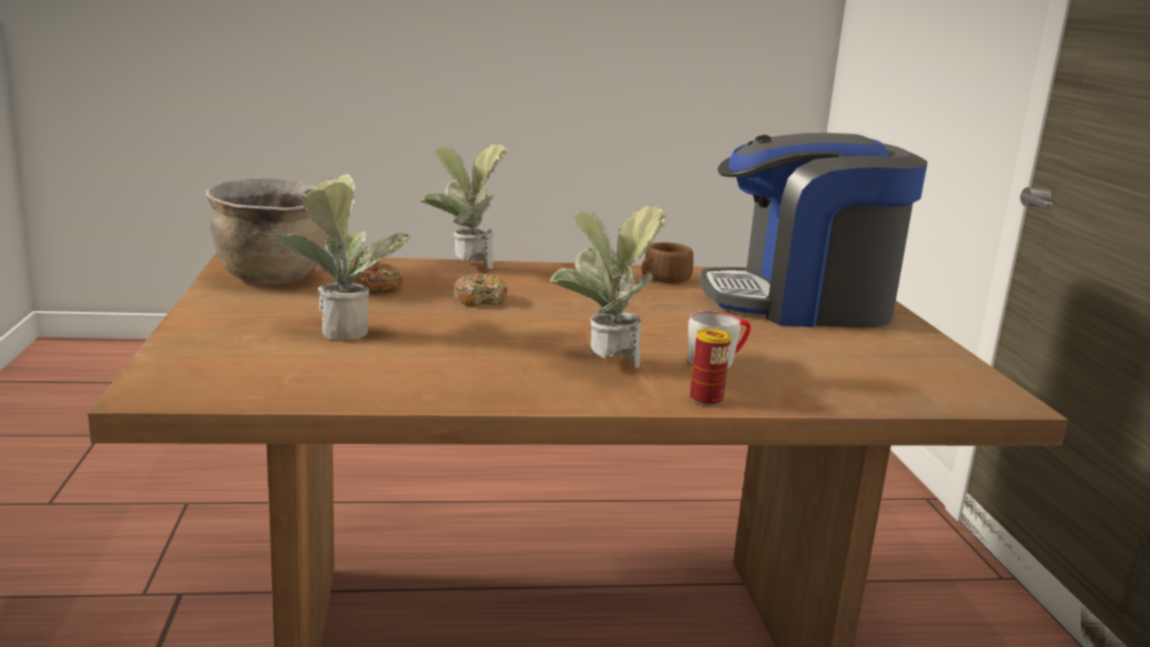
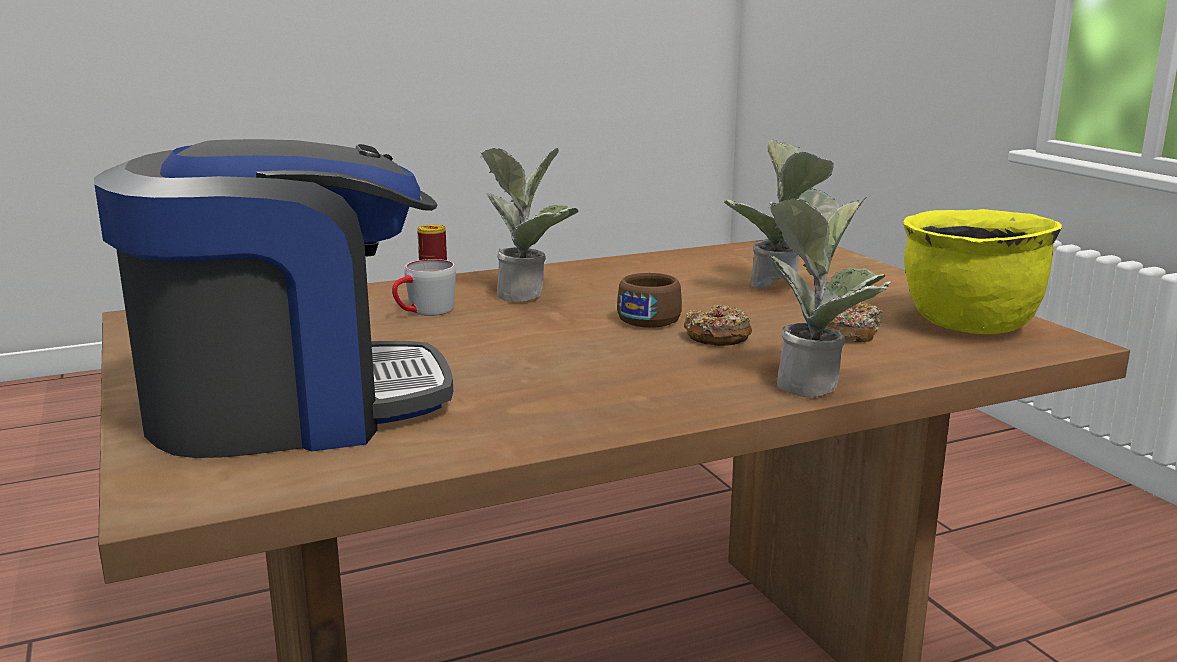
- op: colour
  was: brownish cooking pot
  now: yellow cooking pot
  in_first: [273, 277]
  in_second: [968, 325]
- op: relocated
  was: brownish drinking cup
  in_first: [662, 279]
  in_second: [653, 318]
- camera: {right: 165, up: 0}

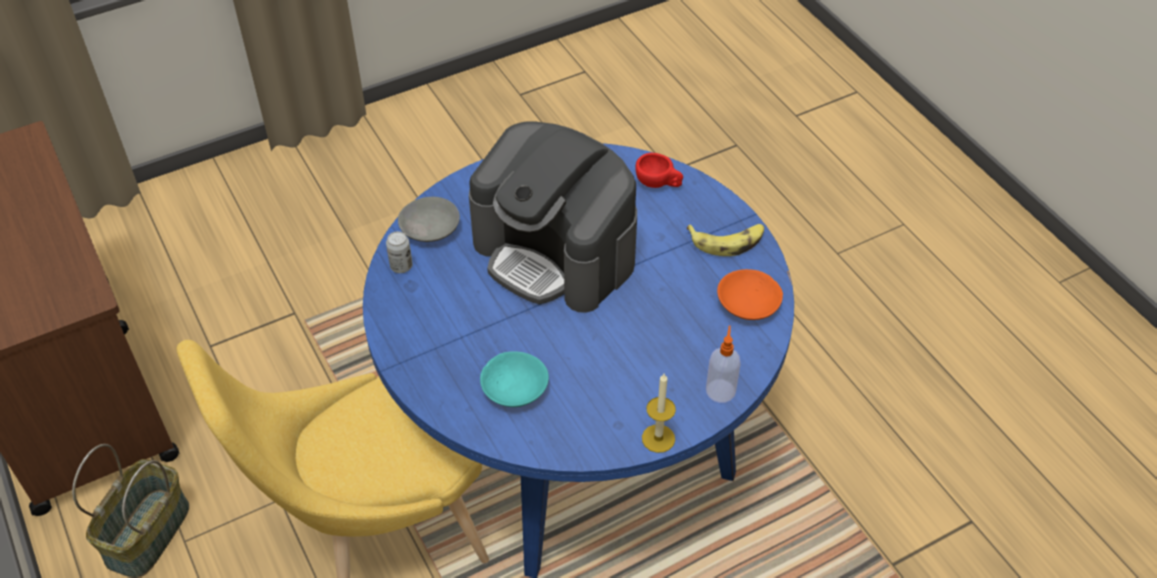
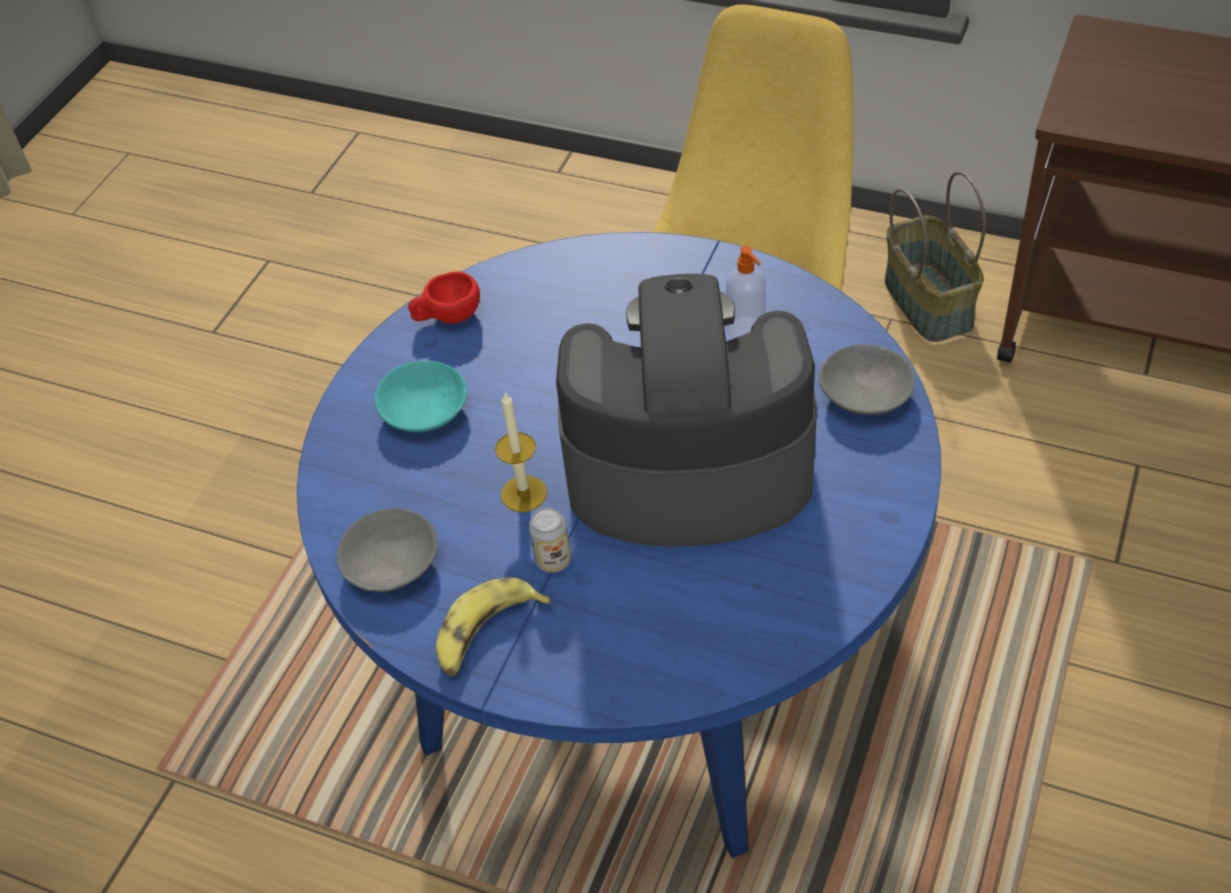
- op: relocated
  was: red-coloured drinking cup
  in_first: [658, 183]
  in_second: [447, 317]
- op: relocated
  was: metal can
  in_first: [401, 266]
  in_second: [553, 560]
- op: colour
  was: orangey bowl
  now: grey bowl
  in_first: [749, 304]
  in_second: [390, 564]
- op: relocated
  was: soap dispenser
  in_first: [720, 390]
  in_second: [747, 332]
- op: relocated
  was: turquoise bowl
  in_first: [514, 387]
  in_second: [425, 410]
- op: relocated
  was: candle
  in_first: [658, 438]
  in_second: [524, 493]
- camera: {right: 145, up: 0}

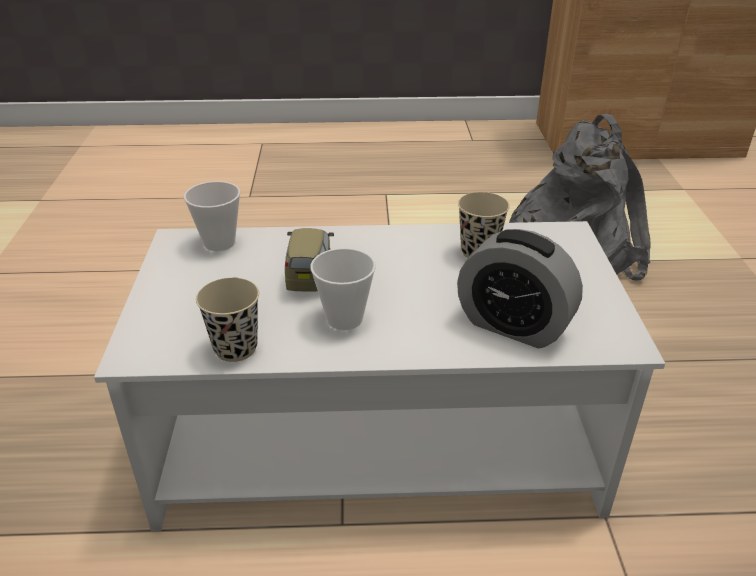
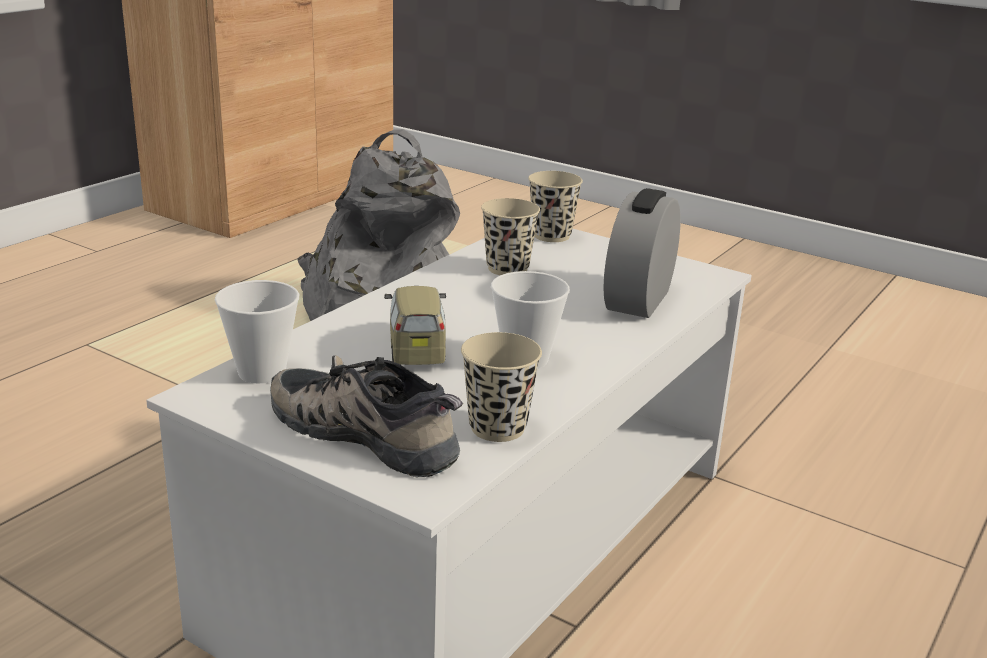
- op: spun
  was: model car
  in_first: [309, 273]
  in_second: [416, 348]
  clockwise: 45
- op: spun
  was: bedside clock
  in_first: [513, 325]
  in_second: [638, 300]
  clockwise: 135
- op: appeared
  now: beige drinking cup
  in_second: [551, 235]
- op: appeared
  now: item of footwear
  in_second: [368, 432]
- camera: {right: -55, up: -10}

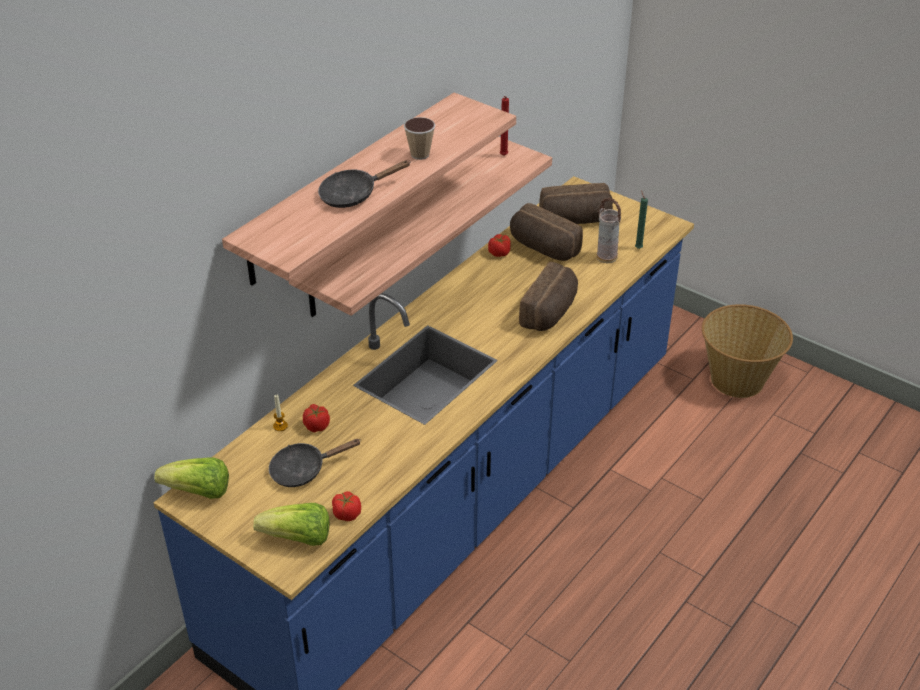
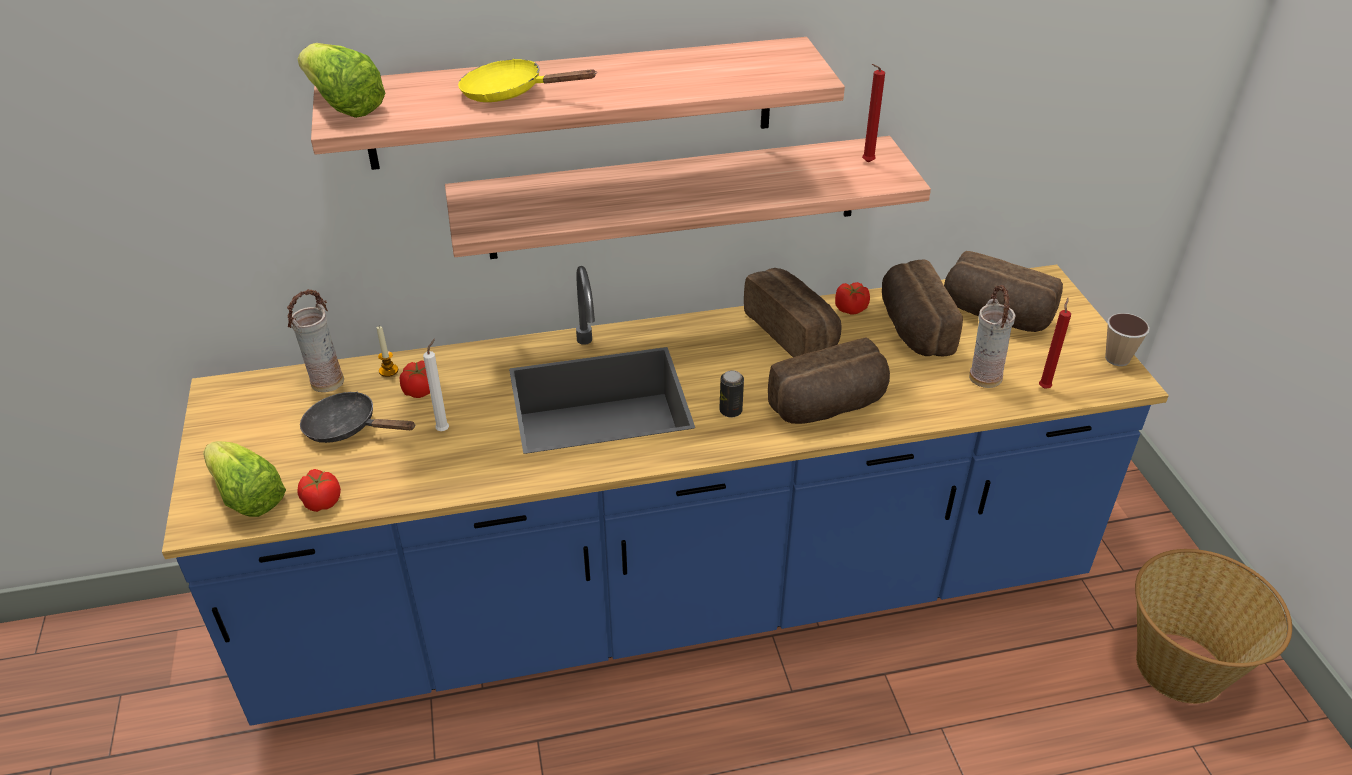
- op: relocated
  was: drinking cup
  in_first: [420, 154]
  in_second: [1117, 359]
- op: colour
  was: blackish skillet
  now: yellow skillet
  in_first: [353, 194]
  in_second: [511, 93]
- op: colour
  was: green candle
  now: red-coloured candle
  in_first: [638, 248]
  in_second: [1044, 387]
- op: relocated
  was: head of lettuce
  in_first: [198, 492]
  in_second: [343, 105]
- op: appeared
  now: bakery bread
  in_second: [794, 332]
- op: appeared
  now: decorative vase
  in_second: [326, 382]
- op: appeared
  now: white-coloured candle
  in_second: [444, 429]
- op: appeared
  now: metal can
  in_second: [730, 411]
- camera: {right: 40, up: 0}

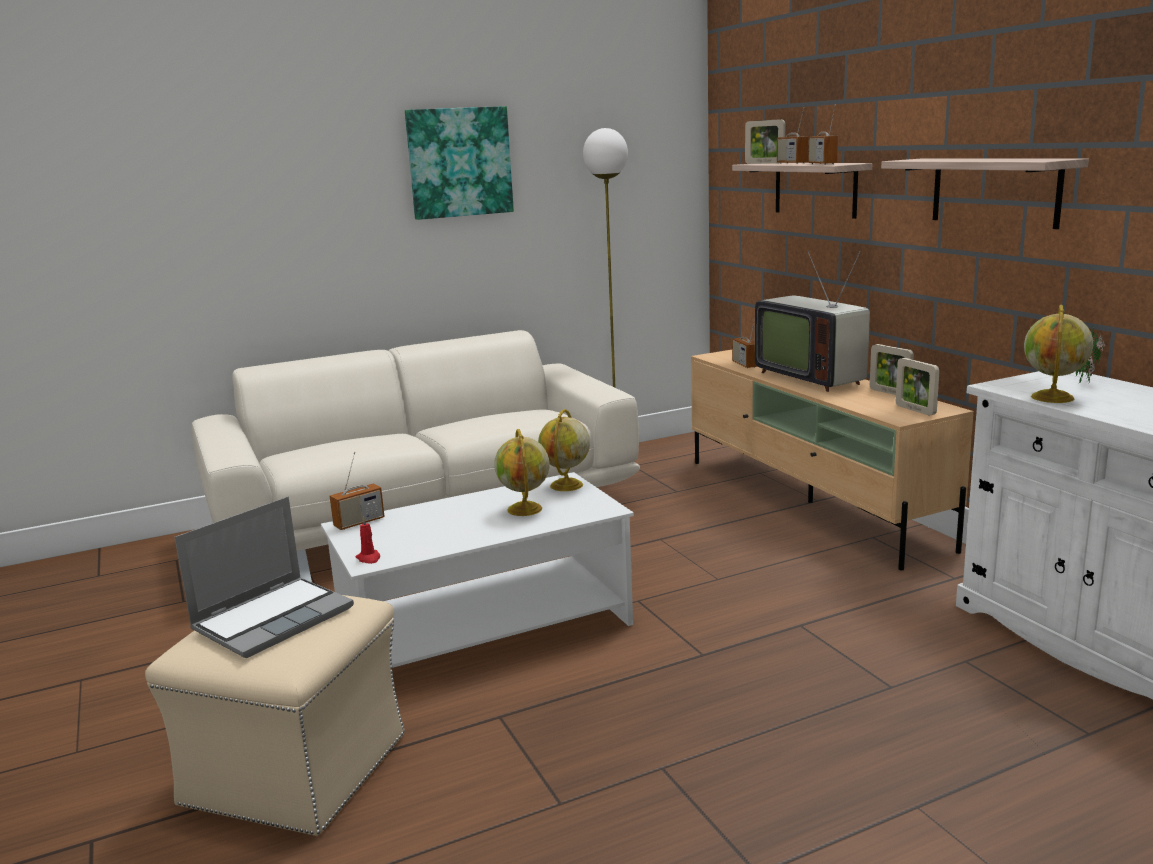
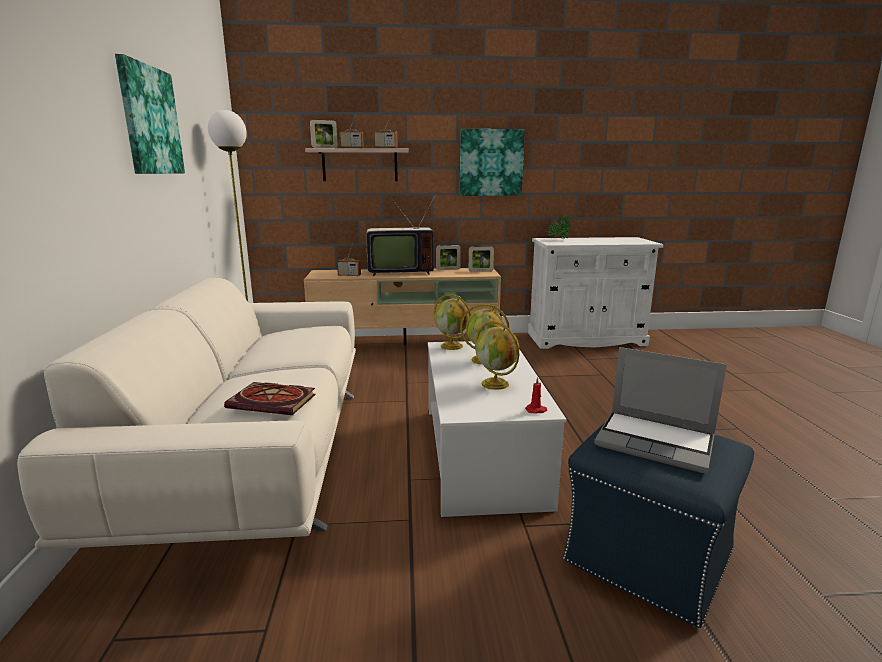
- op: exchanged
  was: shelf
  now: picture
  in_first: [994, 191]
  in_second: [491, 162]
- op: relocated
  was: desk globe
  in_first: [1053, 398]
  in_second: [496, 384]
- op: missing
  was: radio receiver
  in_first: [359, 522]
- op: spun
  was: laptop
  in_first: [274, 618]
  in_second: [656, 442]
  clockwise: 150
- op: colour
  was: beige pouffe
  now: blue-coloured pouffe
  in_first: [297, 768]
  in_second: [646, 555]
- op: appeared
  now: book
  in_second: [274, 401]
- camera: {right: -70, up: 0}

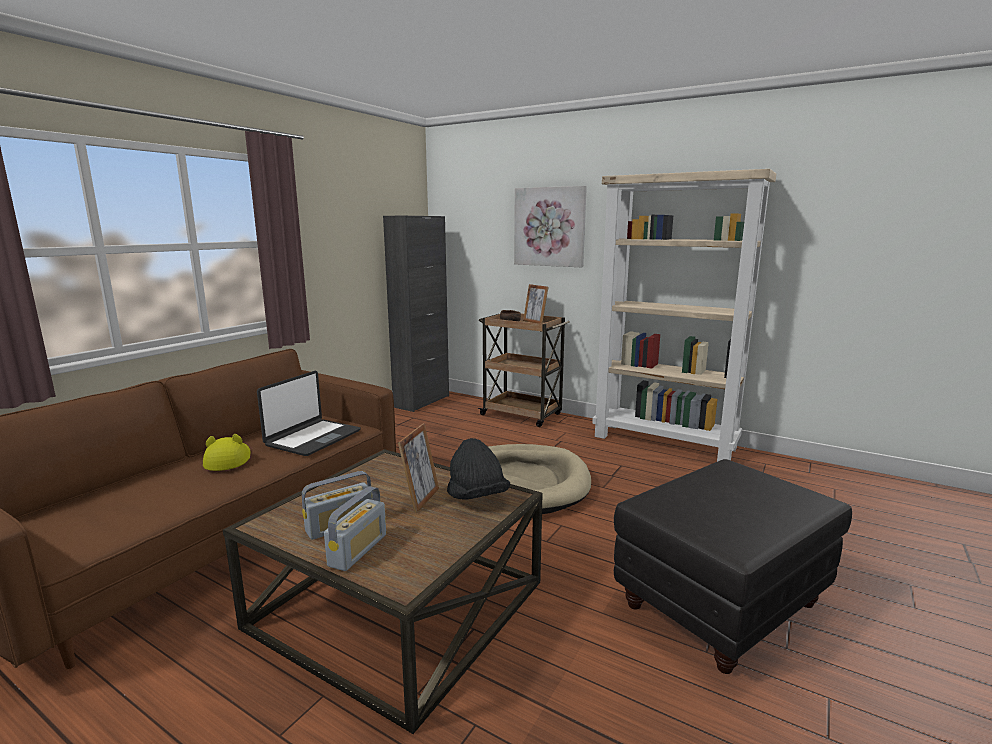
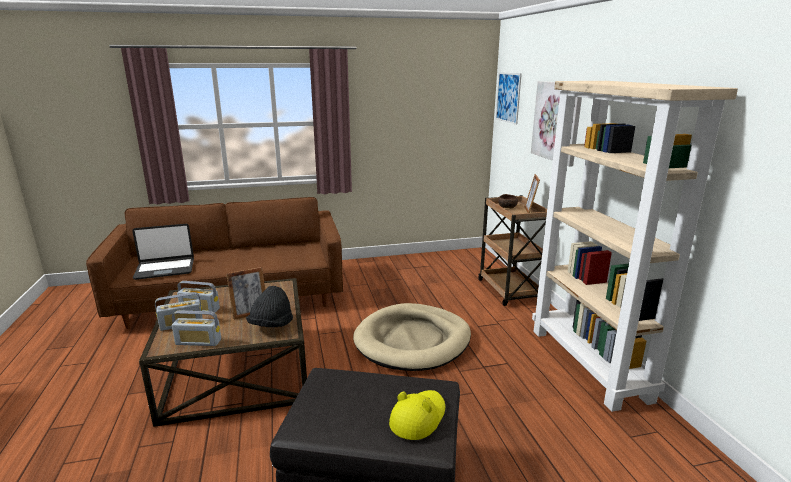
- op: missing
  was: blackish storage cabinet
  in_first: [422, 401]
- op: relocated
  was: laptop
  in_first: [312, 438]
  in_second: [165, 269]
- op: relocated
  was: yellow hat
  in_first: [228, 459]
  in_second: [418, 417]
- op: appeared
  now: picture
  in_second: [508, 97]
- op: appeared
  now: radio receiver
  in_second: [198, 342]
- camera: {right: 45, up: 5}

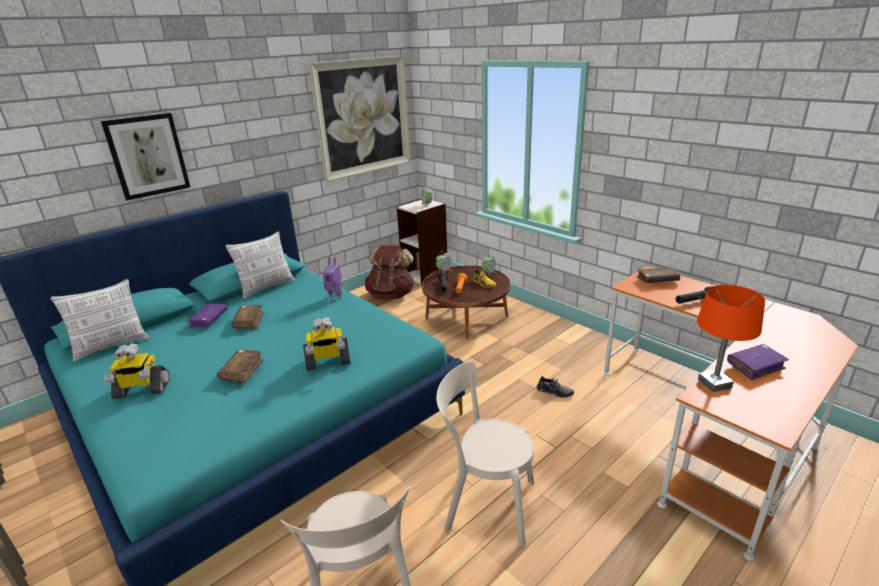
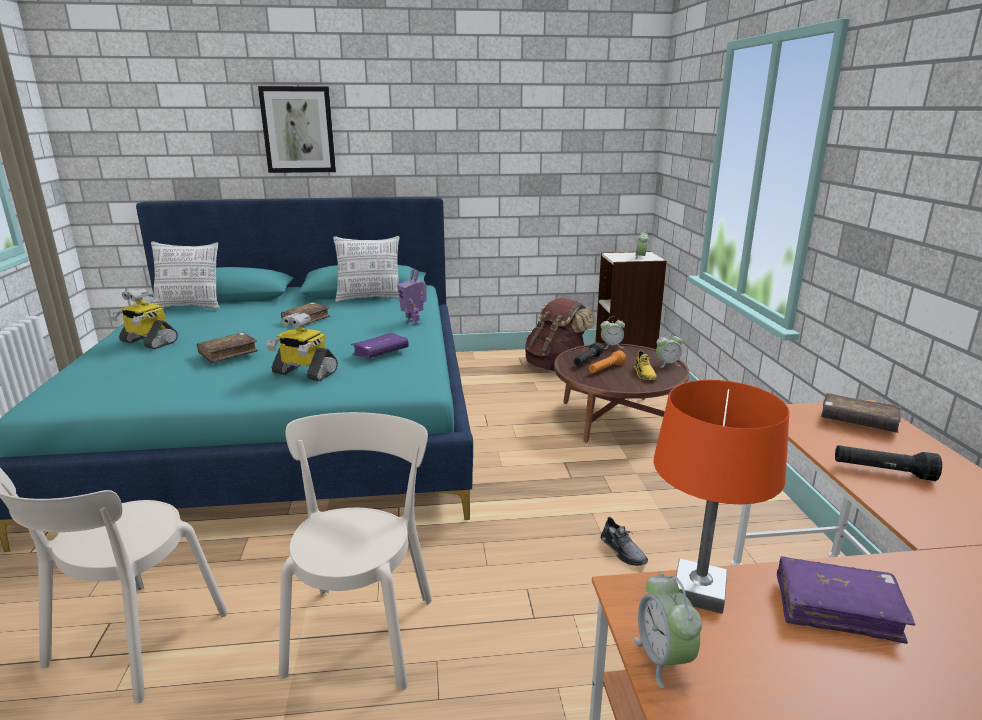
- op: missing
  was: picture
  in_first: [363, 117]
- op: relocated
  was: purple-coloured book
  in_first: [209, 320]
  in_second: [380, 353]
- op: spun
  was: beige chair
  in_first: [485, 504]
  in_second: [362, 629]
  clockwise: 45
- op: appeared
  now: bedside clock
  in_second: [663, 659]
- camera: {right: 35, up: -5}

